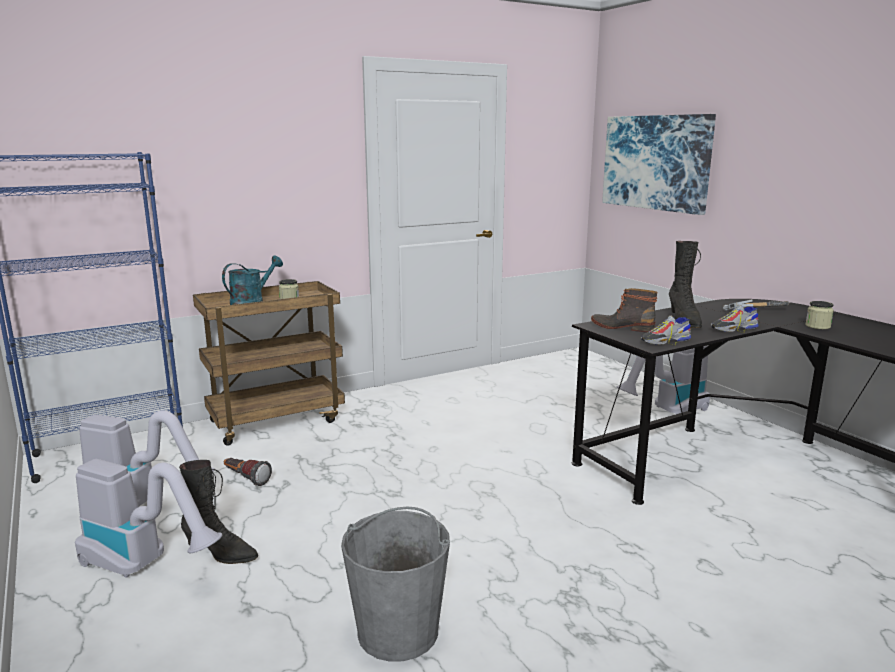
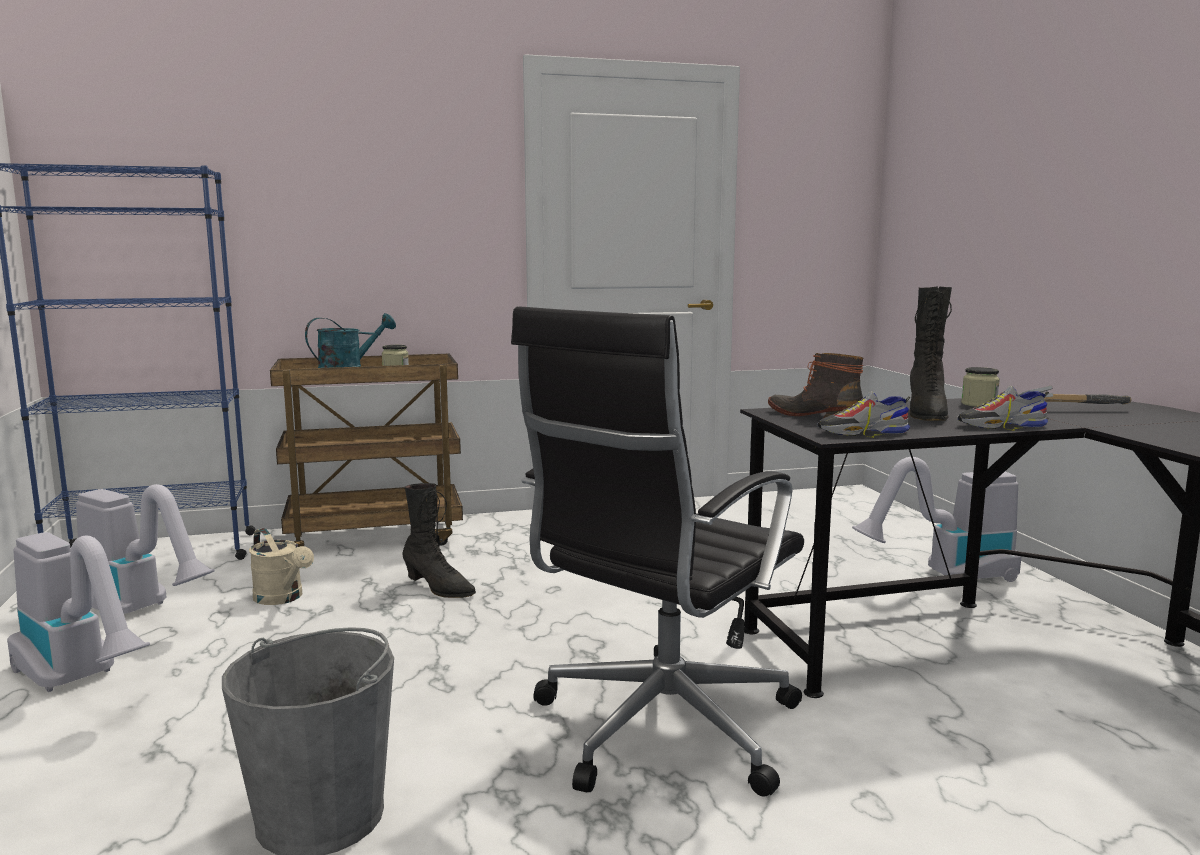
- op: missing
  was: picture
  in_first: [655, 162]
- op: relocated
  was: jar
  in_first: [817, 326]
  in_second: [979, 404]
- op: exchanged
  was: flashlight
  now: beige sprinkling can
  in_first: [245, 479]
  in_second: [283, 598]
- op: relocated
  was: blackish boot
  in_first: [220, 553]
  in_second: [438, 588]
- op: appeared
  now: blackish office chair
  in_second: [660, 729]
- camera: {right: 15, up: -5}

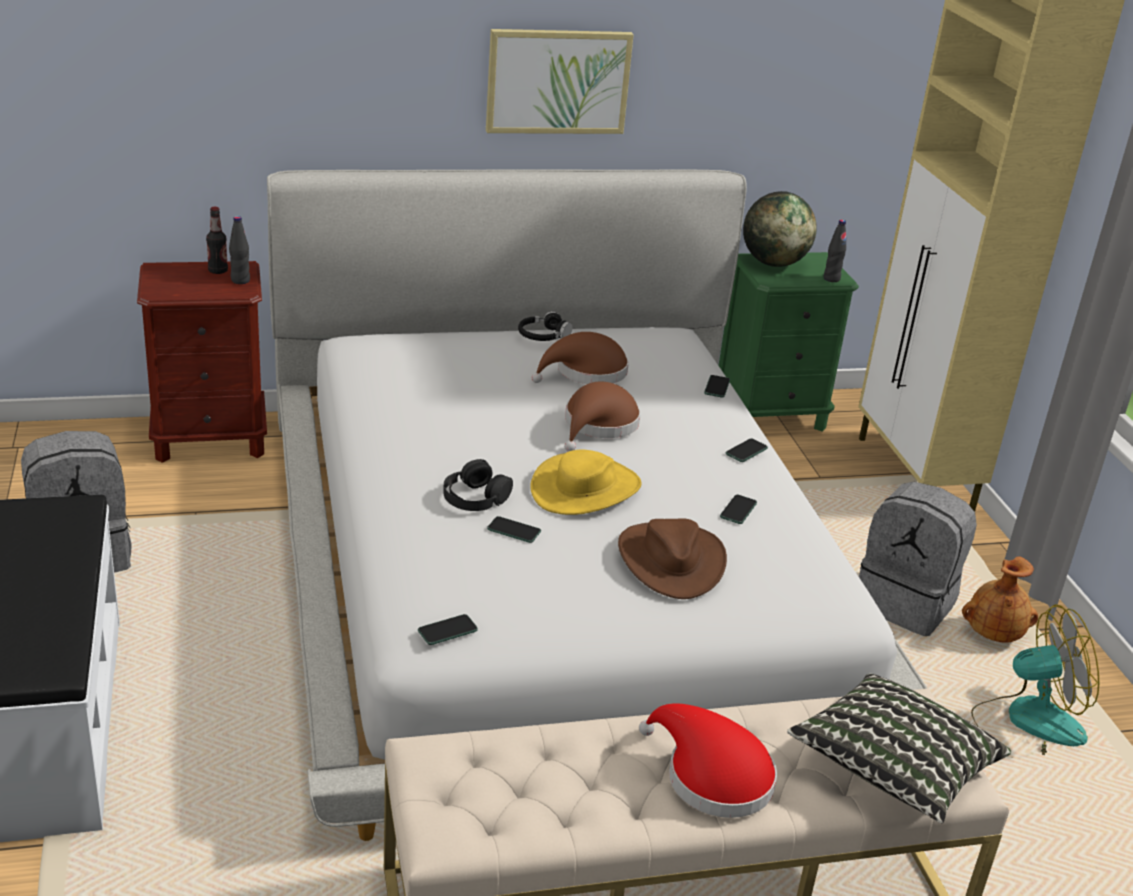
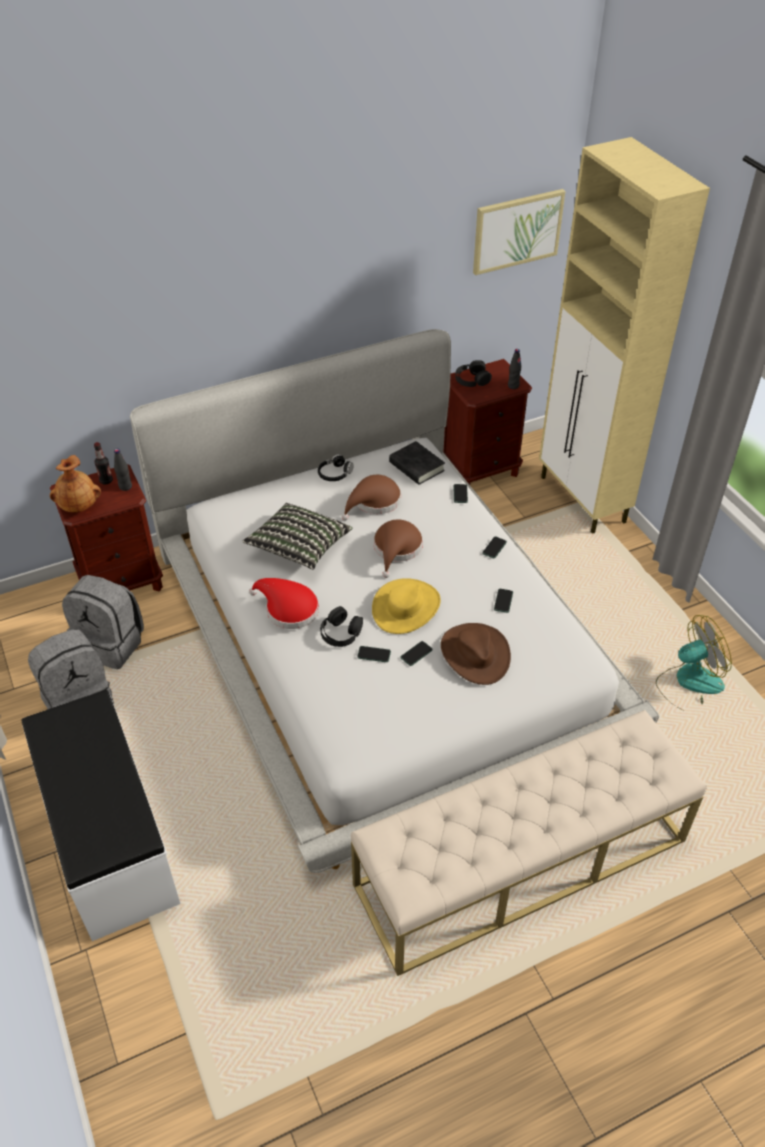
- op: relocated
  was: picture
  in_first: [558, 81]
  in_second: [517, 231]
- op: exchanged
  was: desk globe
  now: blackish pair of headphones
  in_first: [773, 263]
  in_second: [472, 379]
- op: colour
  was: green nightstand
  now: brownish nightstand
  in_first: [771, 415]
  in_second: [480, 470]
- op: relocated
  was: grey knapsack
  in_first: [906, 603]
  in_second: [112, 644]
- op: relocated
  was: brownish decorative vase
  in_first: [992, 634]
  in_second: [79, 506]
- op: relocated
  was: phone
  in_first: [447, 631]
  in_second: [416, 654]
- op: relocated
  was: throw pillow
  in_first: [892, 770]
  in_second: [299, 547]
- op: relocated
  was: red-coloured hat
  in_first: [711, 776]
  in_second: [288, 609]
- op: appeared
  now: blackish book
  in_second: [416, 467]
- camera: {right: -10, up: 15}

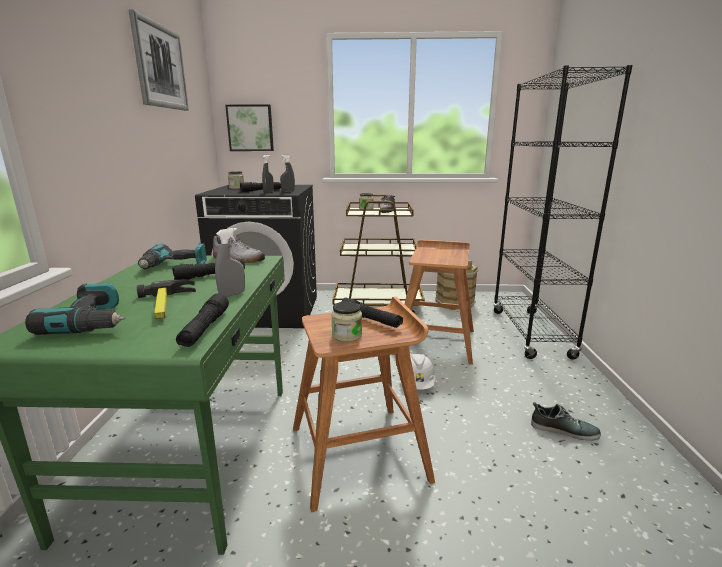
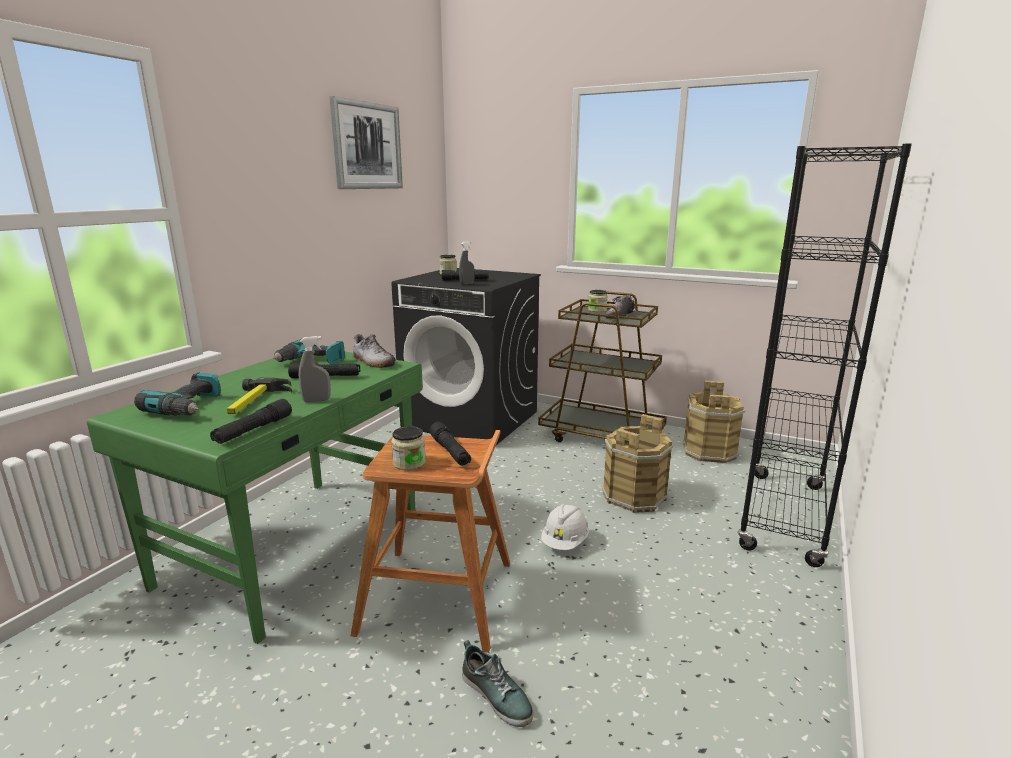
- op: missing
  was: picture
  in_first: [250, 128]
- op: missing
  was: grey spray bottle
  in_first: [288, 191]
- op: exchanged
  was: brownish stool
  now: brownish water bucket
  in_first: [435, 341]
  in_second: [634, 496]
- op: relocated
  was: item of footwear
  in_first: [563, 429]
  in_second: [497, 695]
- camera: {right: 25, up: 0}

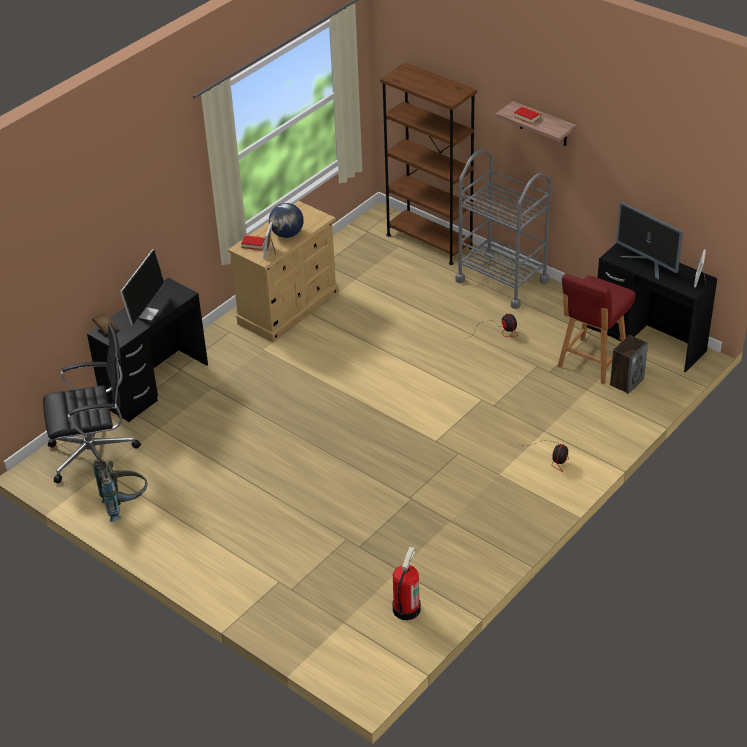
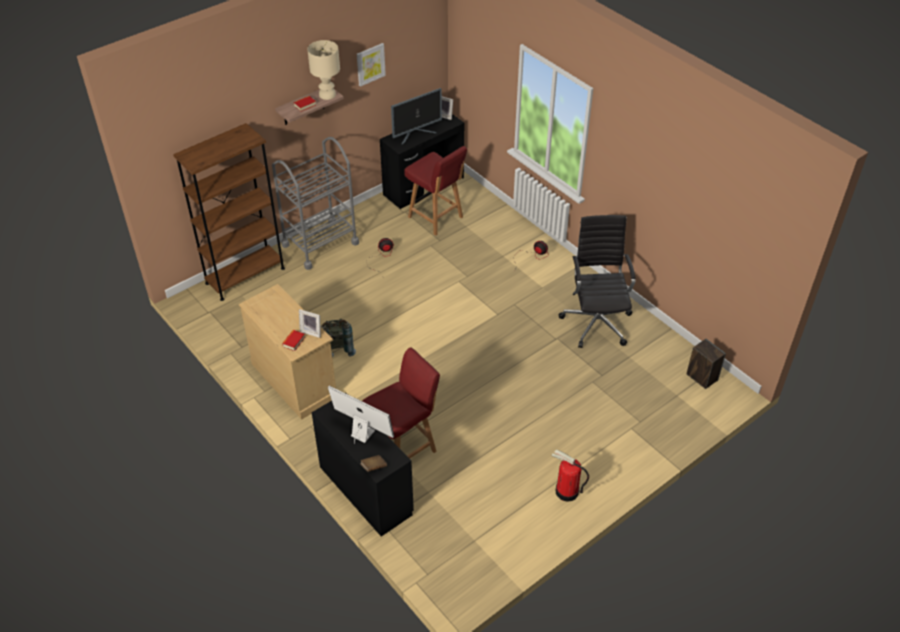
- op: missing
  was: desk globe
  in_first: [287, 234]
- op: relocated
  was: blackish office chair
  in_first: [96, 455]
  in_second: [596, 321]
- op: relocated
  was: speaker
  in_first: [626, 381]
  in_second: [701, 377]
- op: relocated
  was: grey knapsack
  in_first: [125, 505]
  in_second: [336, 347]
- op: relocated
  was: fire extinguisher
  in_first: [406, 608]
  in_second: [566, 492]
- op: appeared
  now: beige tabletop lamp
  in_second: [327, 94]
- op: appeared
  now: picture
  in_second: [370, 64]
- op: appeared
  now: red-coloured chair
  in_second: [404, 448]
- camera: {right: -80, up: 5}

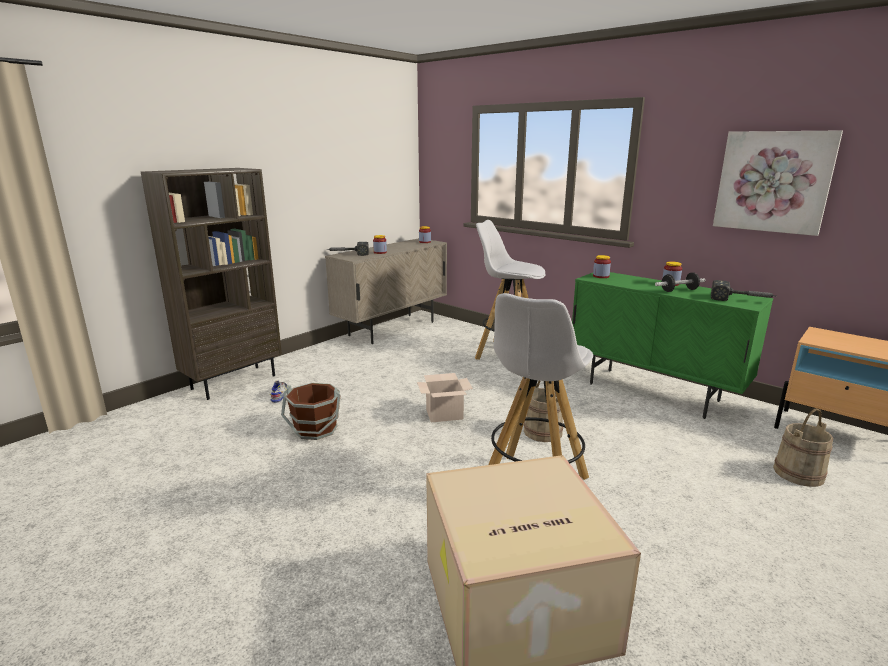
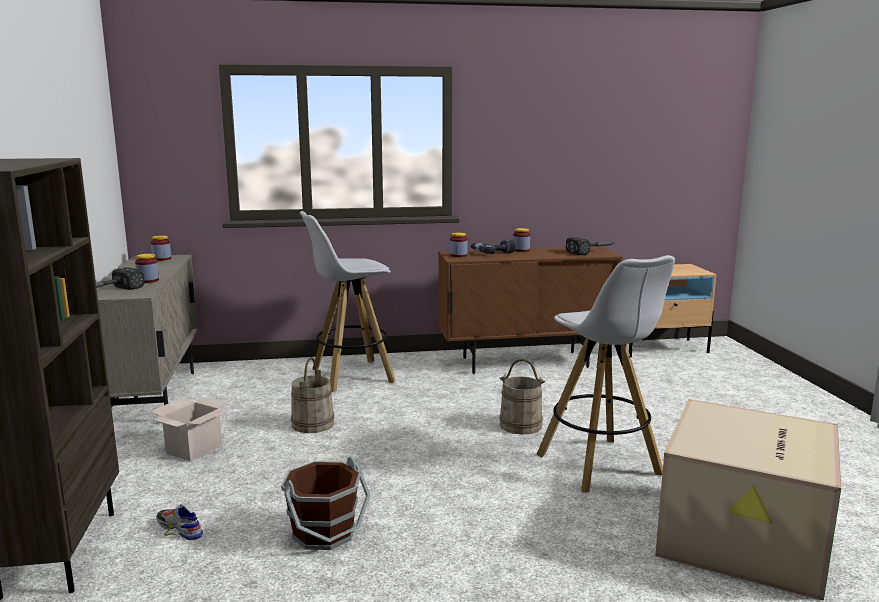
- op: missing
  was: picture
  in_first: [773, 182]
- op: colour
  was: green storage cabinet
  now: brownish storage cabinet
  in_first: [653, 392]
  in_second: [525, 362]
- op: missing
  was: free weight
  in_first: [679, 290]
- op: relocated
  was: carton
  in_first: [445, 414]
  in_second: [194, 448]
- op: relocated
  was: beige water bucket
  in_first: [798, 473]
  in_second: [312, 424]
- op: appeared
  now: power drill
  in_second: [493, 253]
- camera: {right: -50, up: -5}

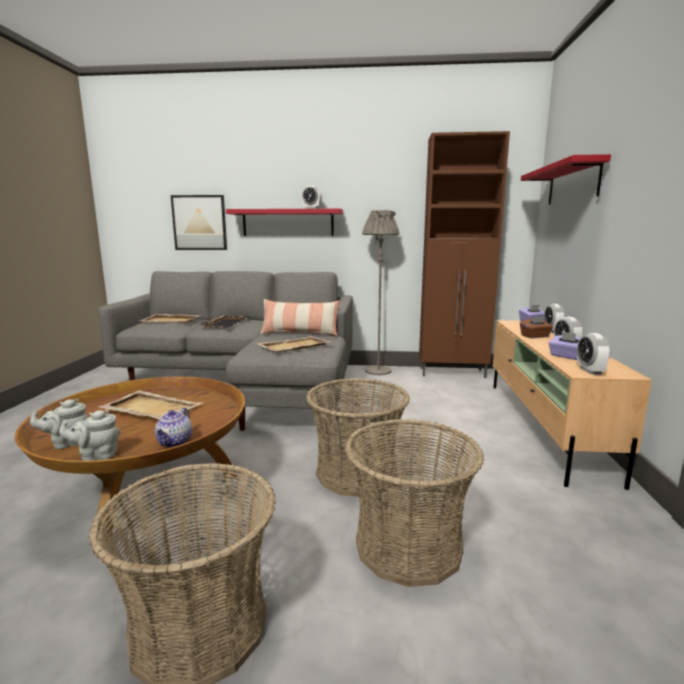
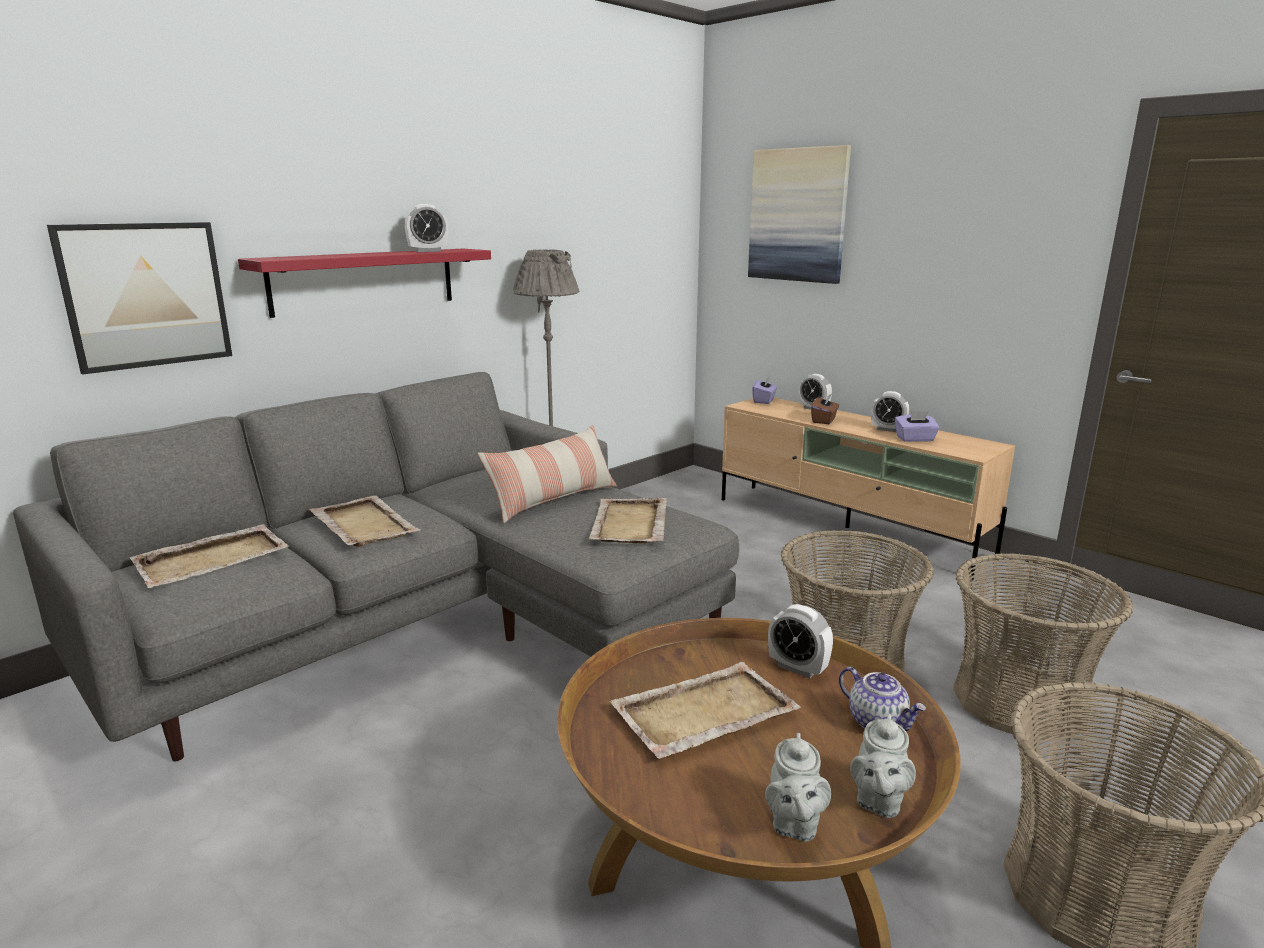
- op: missing
  was: brownish storage cabinet
  in_first: [453, 373]
- op: exchanged
  was: red-coloured shelf
  now: picture
  in_first: [573, 183]
  in_second: [798, 215]
- op: colour
  was: blackish serving tray
  now: beige serving tray
  in_first: [226, 323]
  in_second: [363, 524]
- op: relocated
  was: bedside clock
  in_first: [590, 371]
  in_second: [797, 668]
- camera: {right: -50, up: 5}

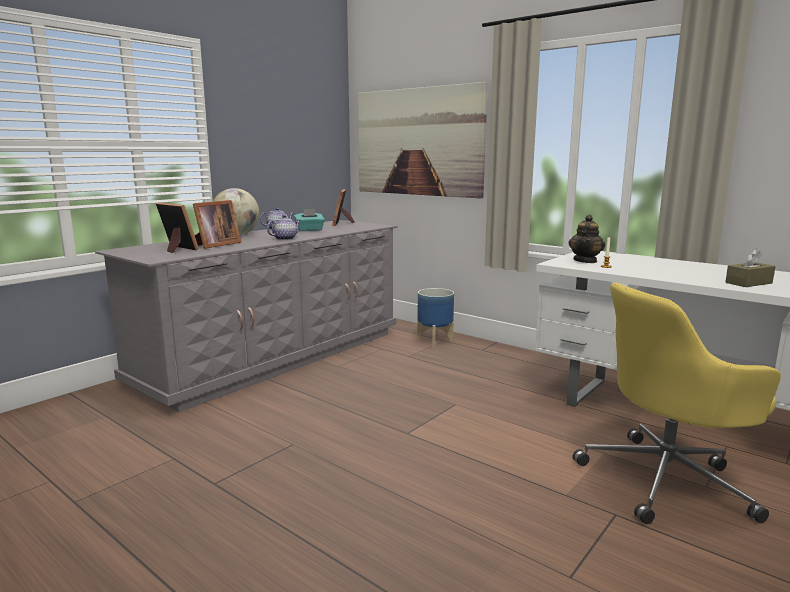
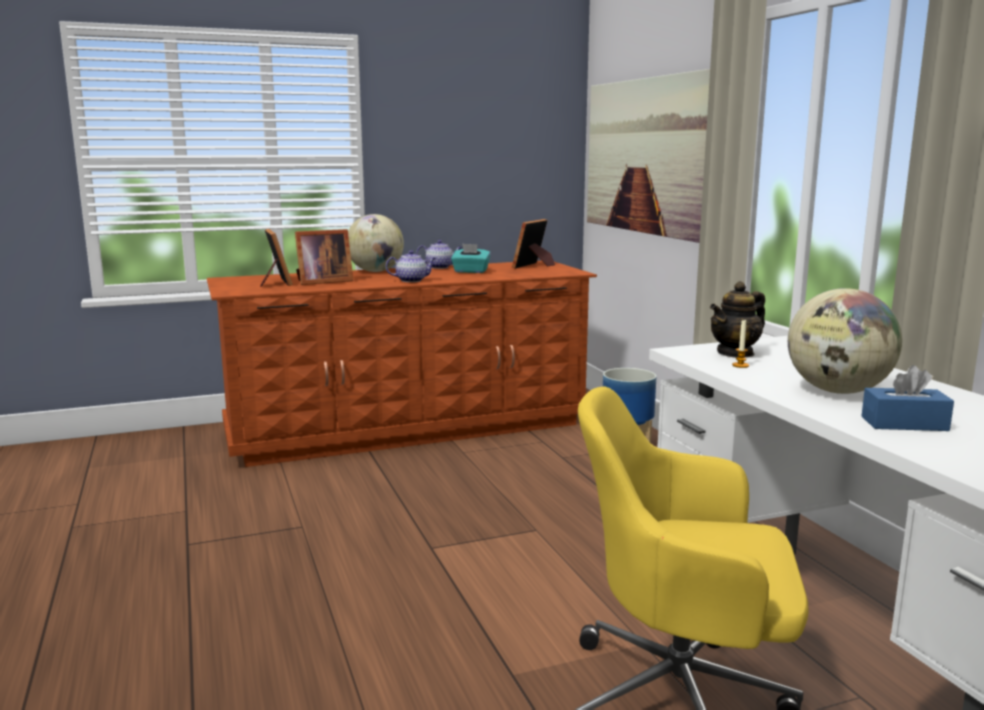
- op: colour
  was: grey chest of drawers
  now: brownish chest of drawers
  in_first: [275, 357]
  in_second: [408, 428]
- op: colour
  was: brownish box of tissues
  now: blue-coloured box of tissues
  in_first: [748, 283]
  in_second: [904, 423]
- op: appeared
  now: desk globe
  in_second: [837, 391]
- camera: {right: 30, up: 0}

